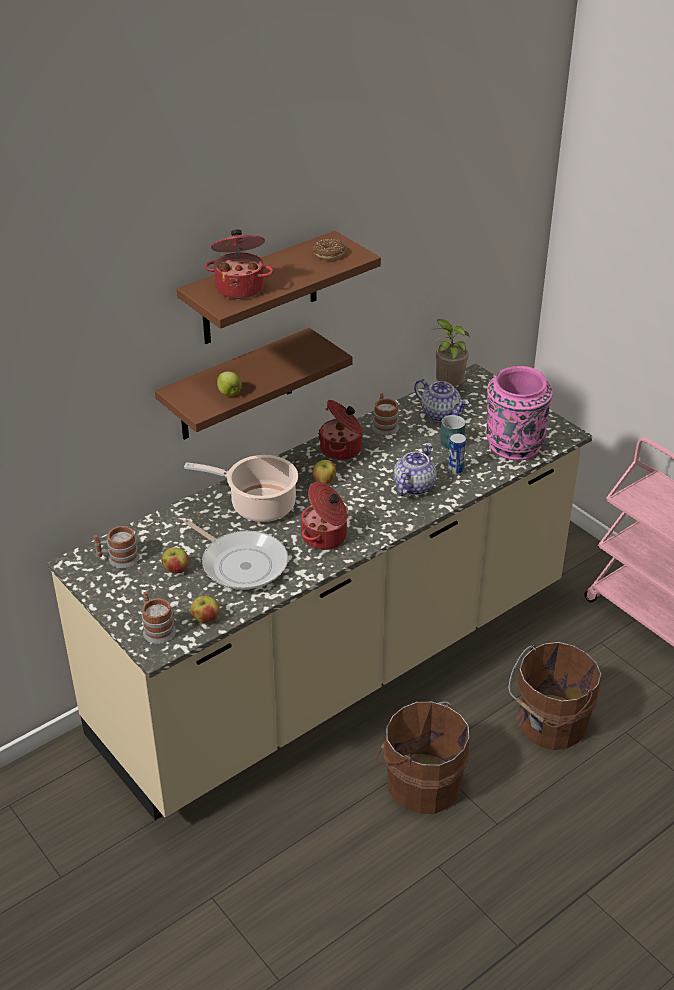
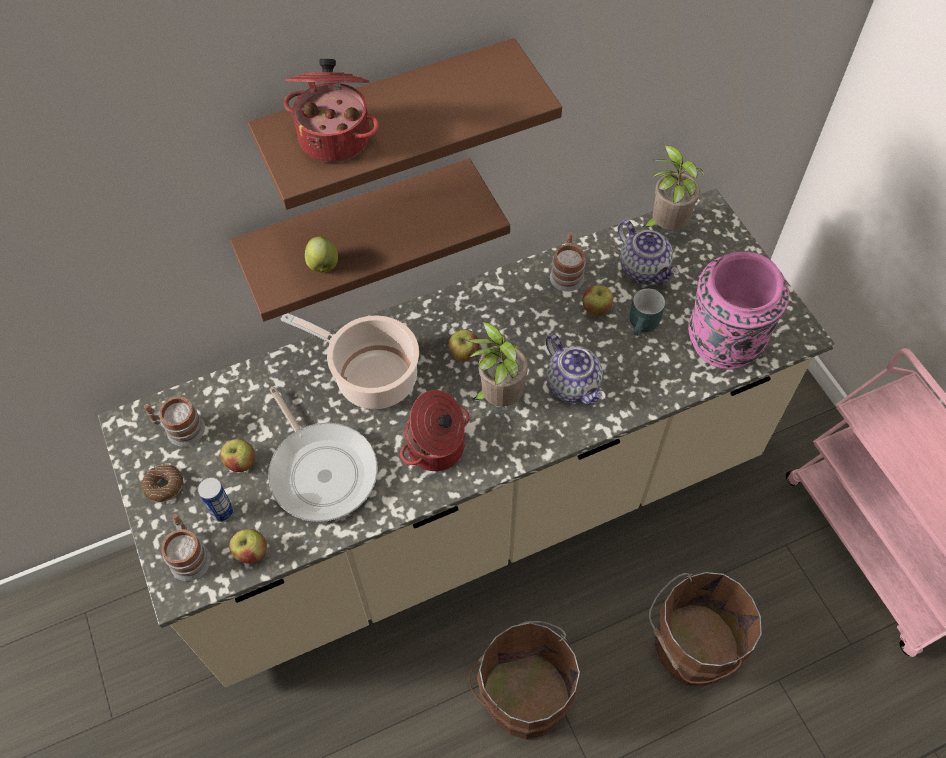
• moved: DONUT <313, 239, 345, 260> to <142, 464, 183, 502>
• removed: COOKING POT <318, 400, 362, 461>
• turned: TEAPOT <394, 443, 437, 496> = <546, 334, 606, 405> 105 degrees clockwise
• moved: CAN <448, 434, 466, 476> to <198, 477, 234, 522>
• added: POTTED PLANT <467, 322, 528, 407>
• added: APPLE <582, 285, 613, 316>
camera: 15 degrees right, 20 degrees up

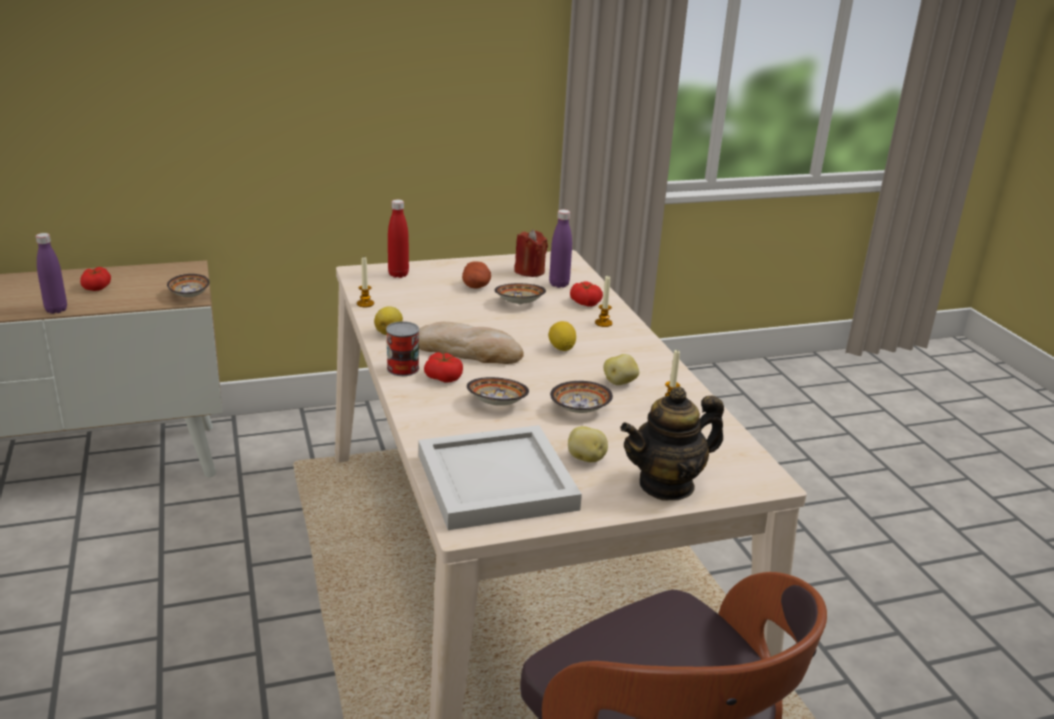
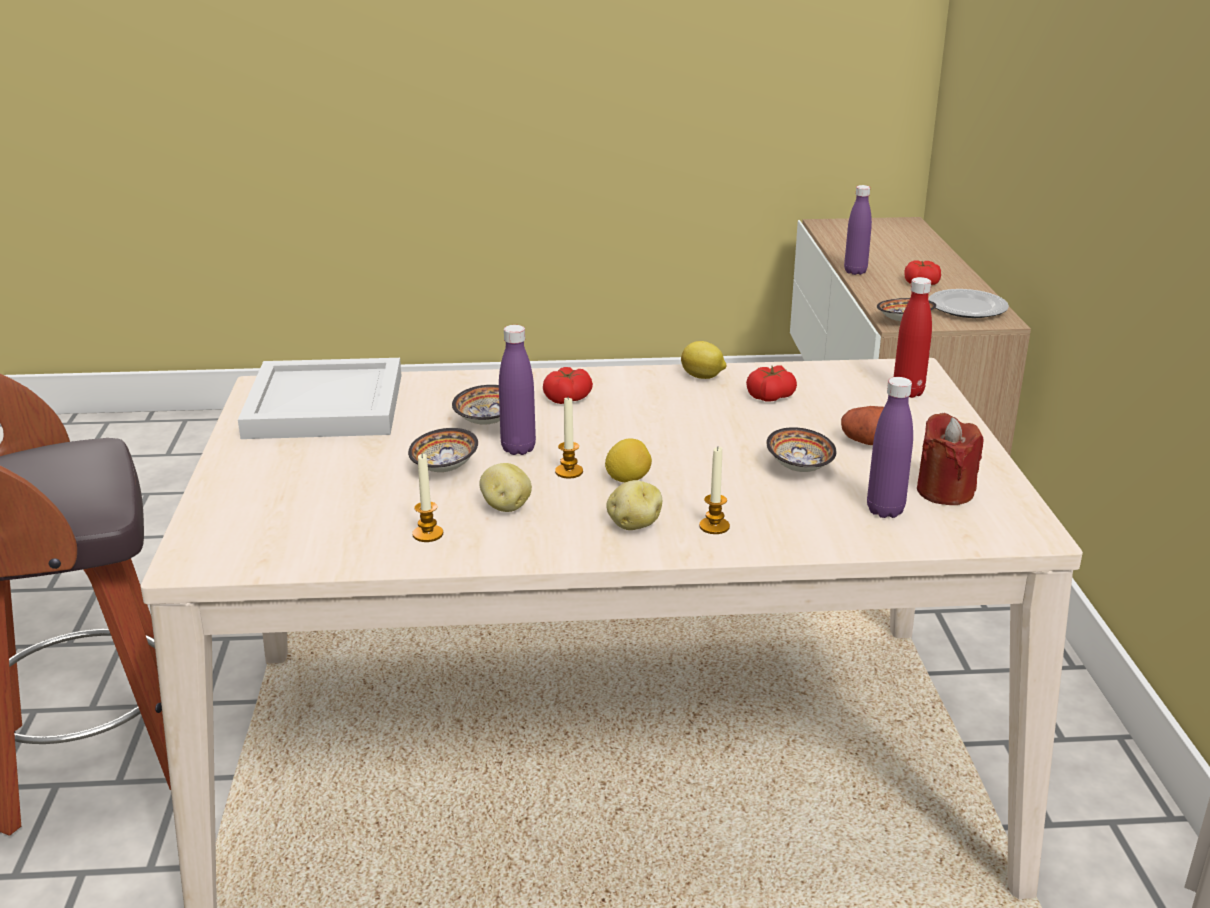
• moved: CANDLE <357, 257, 374, 307> to <555, 398, 583, 479>
• removed: CAN <386, 321, 419, 376>
• removed: BREAD <419, 322, 524, 364>
• moved: POTATO <568, 426, 608, 462> to <606, 480, 662, 530>
• moved: TOMATO <570, 281, 603, 307> to <746, 365, 797, 402>
• removed: TEAPOT <620, 387, 724, 500>
• added: PURPLE BOTTLE <499, 325, 536, 455>
• added: PLATE <929, 289, 1009, 318>
camera: 105 degrees right, 0 degrees up

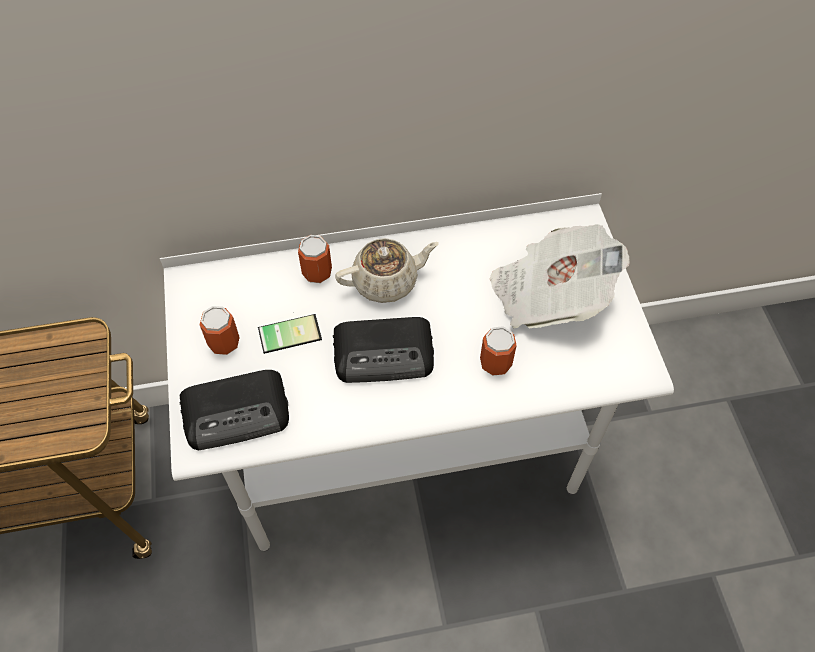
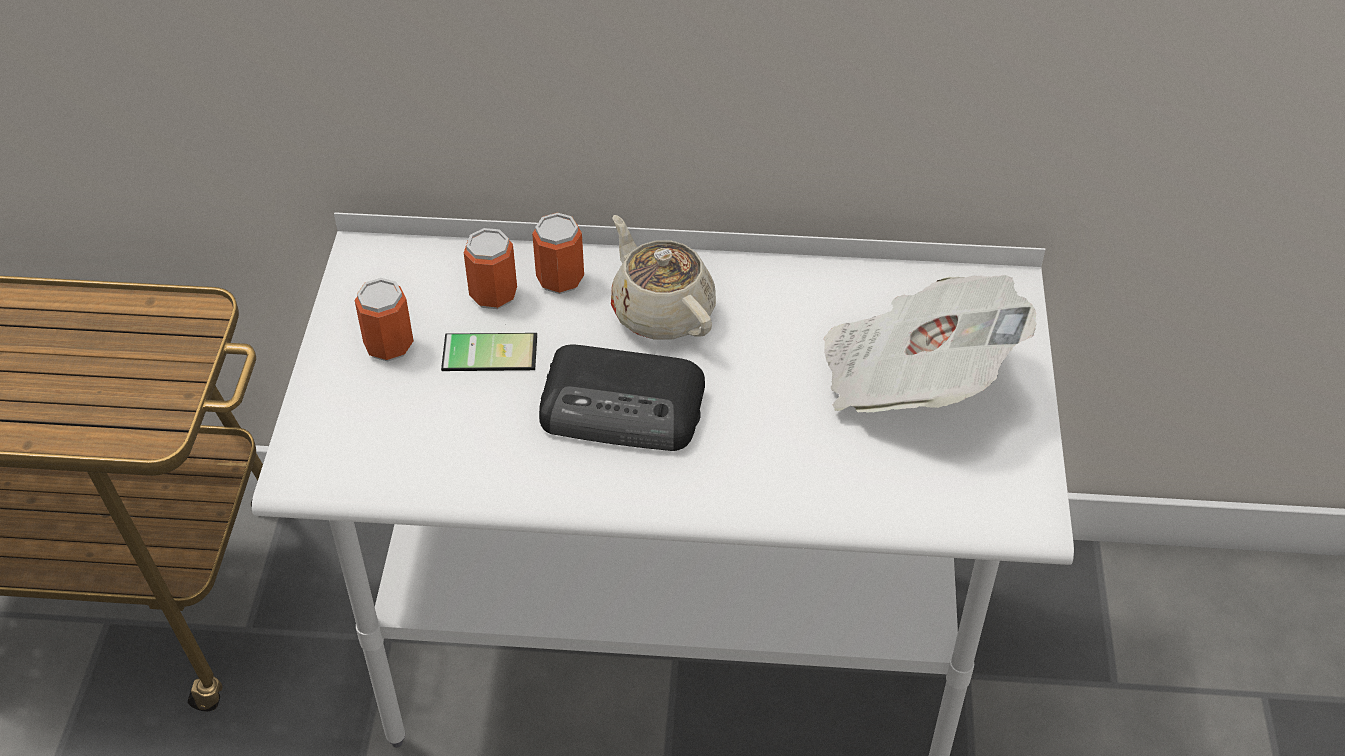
• removed: RADIO <179, 370, 289, 450>
• turned: BEIGE TEAPOT <335, 238, 439, 303> = <611, 215, 716, 340> 120 degrees counterclockwise
• moved: CAN <480, 326, 517, 376> to <464, 228, 517, 309>
camera: 15 degrees right, 10 degrees down

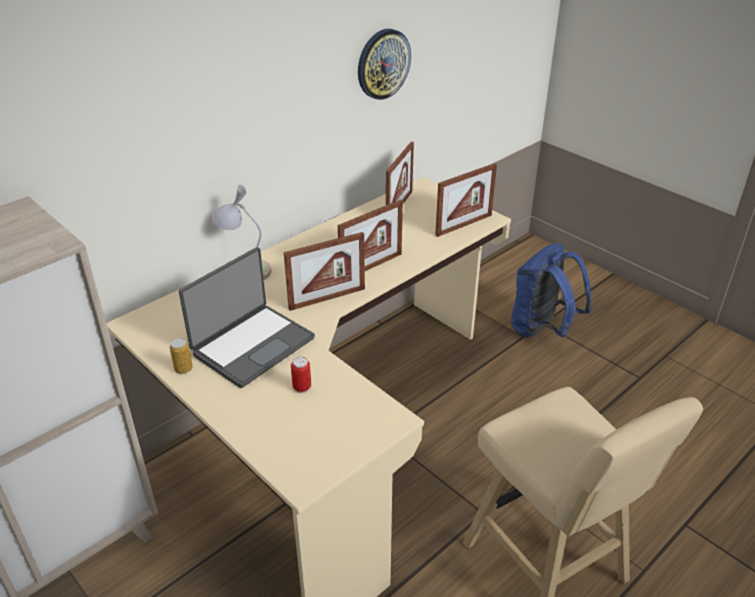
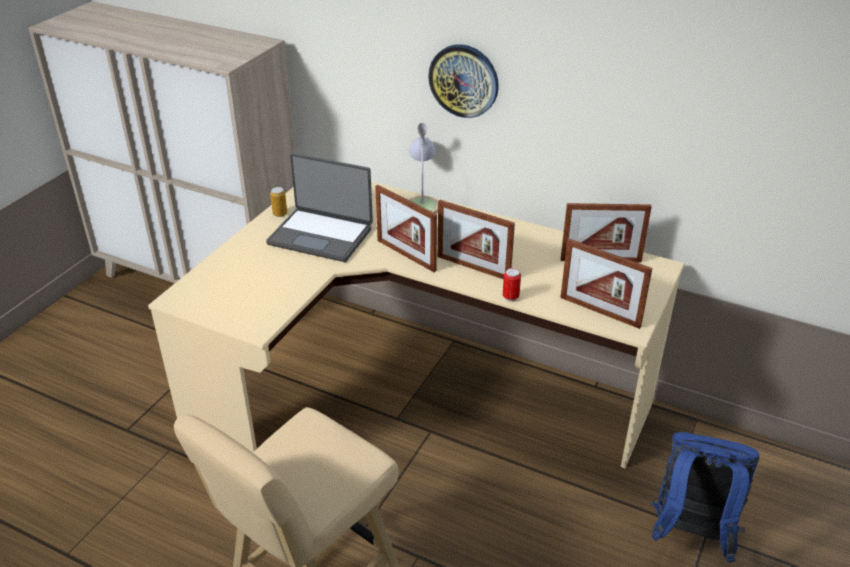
• moved: CAN <291, 357, 311, 393> to <503, 268, 521, 302>
• moved: WALL CLOCK <358, 29, 411, 100> to <428, 44, 499, 118>
camera: 70 degrees right, 0 degrees up

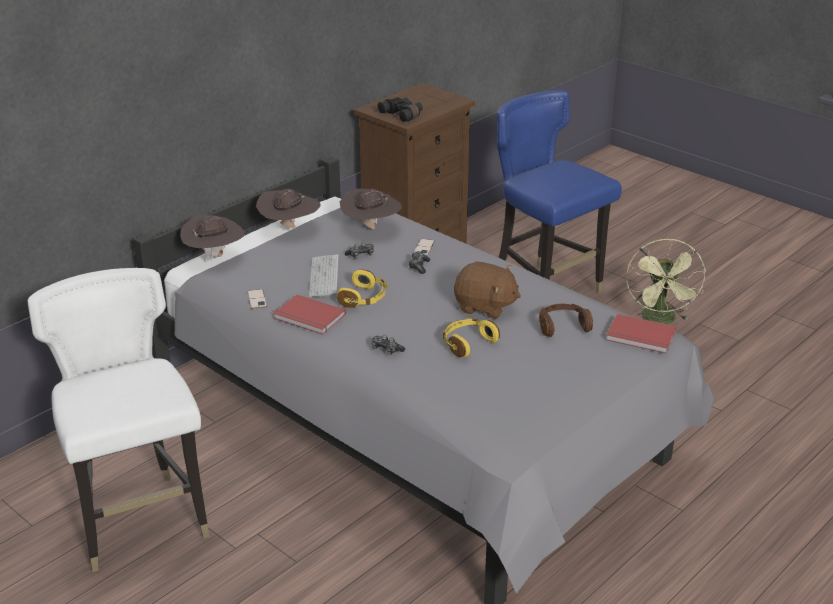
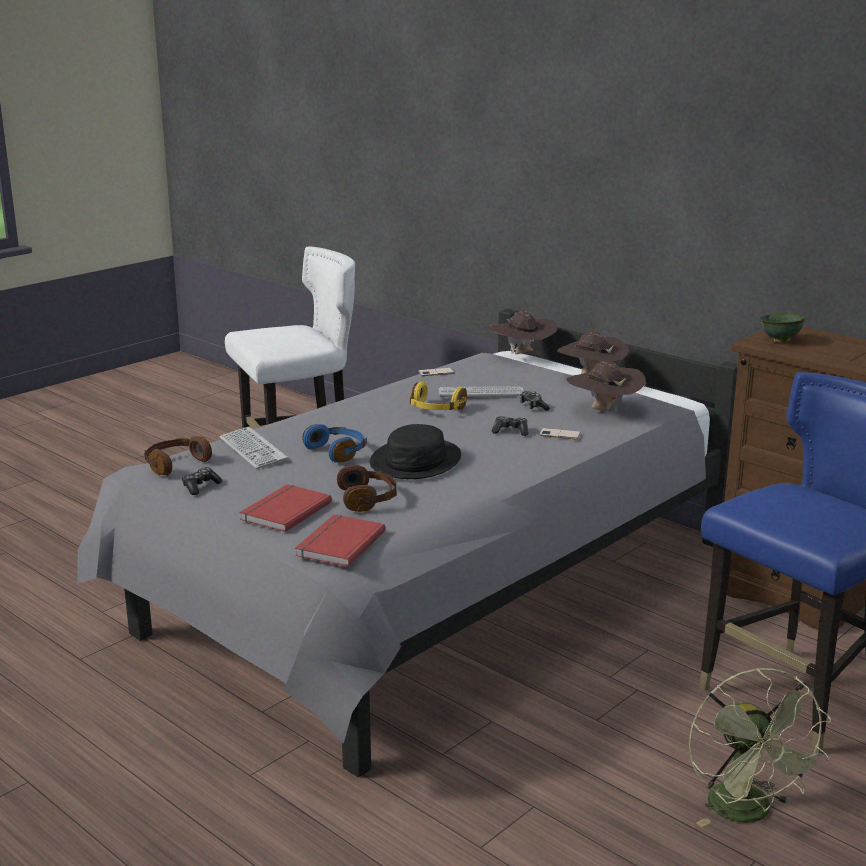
• moved: RED BOOK <273, 295, 346, 335> to <240, 484, 332, 532>
• moved: GAME CONTROLLER <372, 335, 405, 355> to <182, 467, 223, 495>
• replaced: BLACK BINOCULARS <377, 97, 423, 122> to GREEN BOWL <759, 314, 805, 342>
• recoloured: YELLOW HEADPHONES <443, 318, 500, 357> to BLUE HEADPHONES <302, 424, 367, 463>
• replaced: BROWN PLUSH TOY <454, 261, 521, 319> to BLACK HAT <370, 424, 461, 479>
• turned: GREEN FAN <626, 238, 706, 324> = <689, 668, 831, 827> 105 degrees counterclockwise
• added: BROWN HEADPHONES <144, 436, 212, 475>
• added: KEYBOARD <219, 427, 288, 469>
camera: 90 degrees right, 10 degrees down

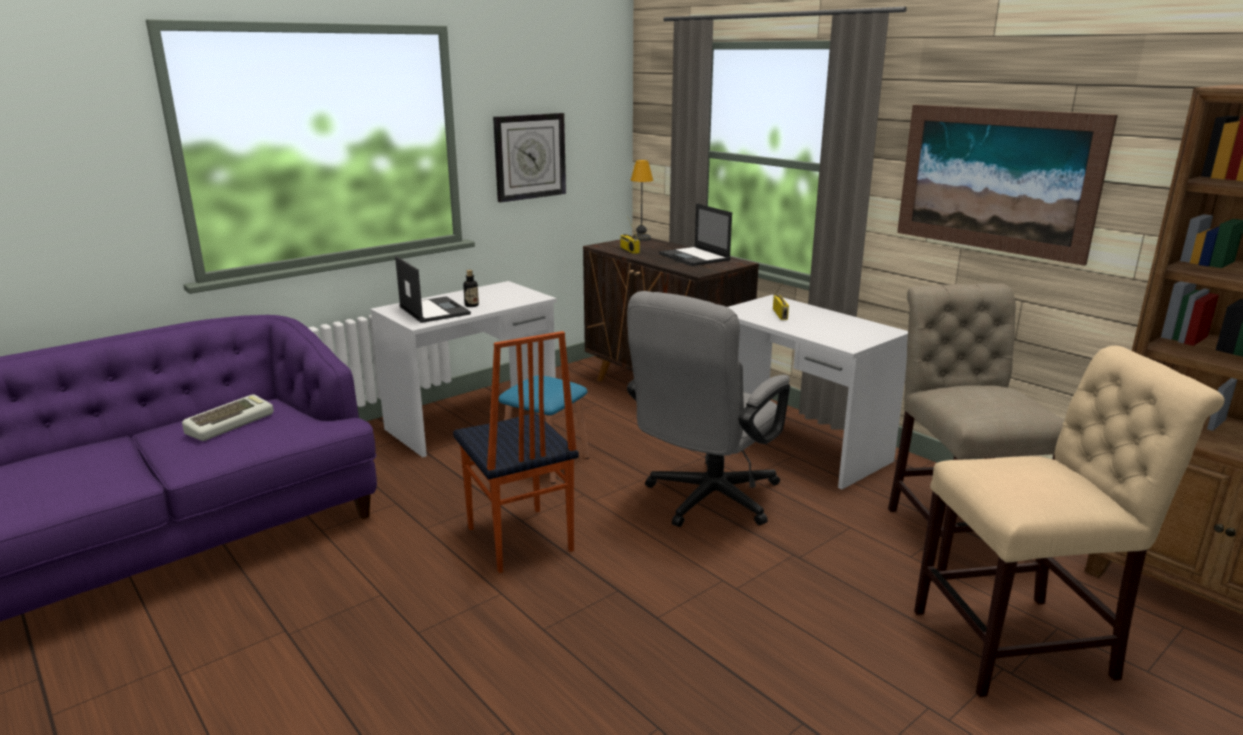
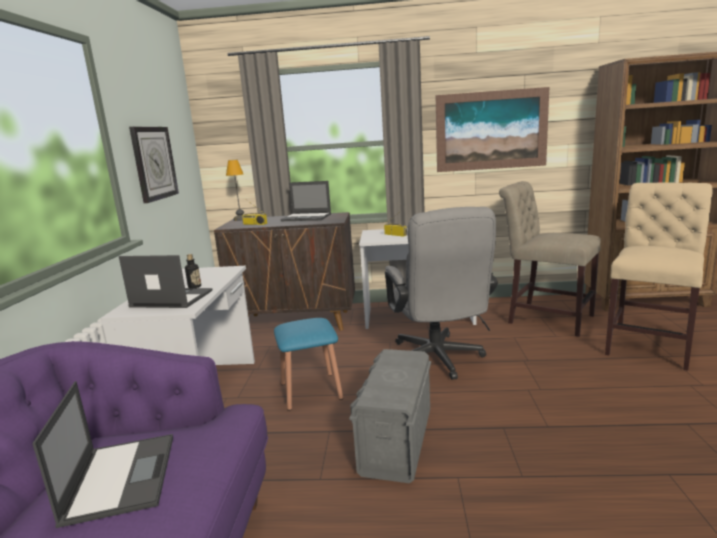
• replaced: KEYBOARD <182, 394, 274, 441> to LAPTOP <32, 381, 173, 528>
• replaced: CHAIR <453, 331, 579, 573> to GREY STORAGE BOX <349, 349, 431, 483>
camera: 45 degrees left, 5 degrees down

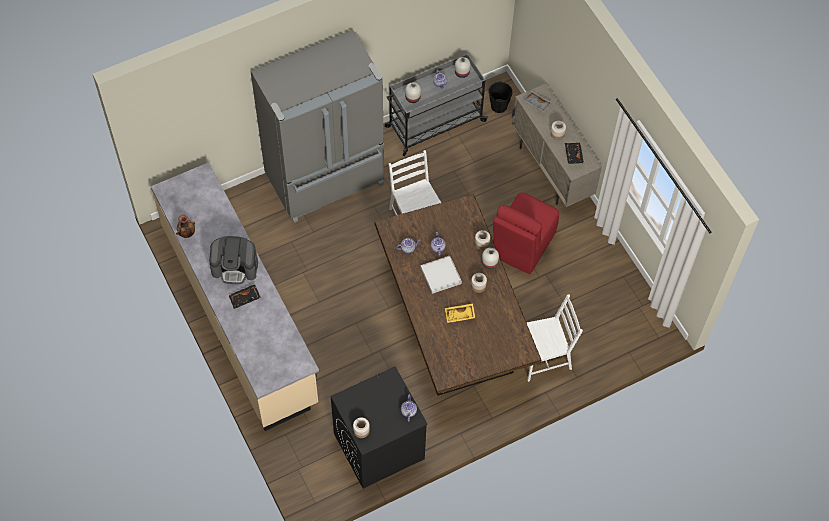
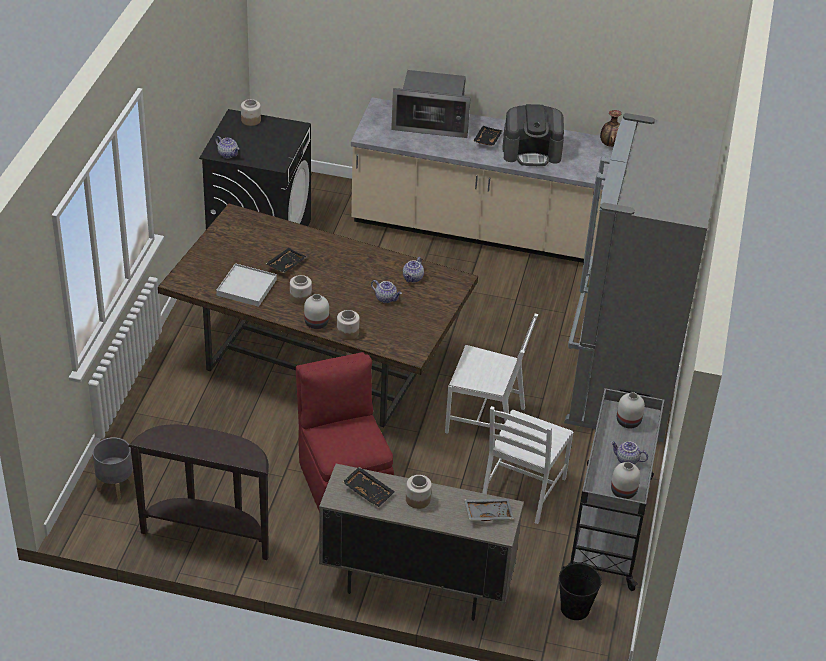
• turned: COFFEE MACHINE <209, 236, 258, 284> = <502, 104, 564, 166> 135 degrees counterclockwise
• moved: WHITE TRAY <420, 256, 462, 294> to <216, 263, 277, 307>
• recoloured: YELLOW TRAY <445, 303, 475, 323> to BLACK TRAY <265, 248, 307, 273>
• moved: WHITE CHAIR <527, 294, 583, 382> to <482, 406, 573, 524>
• added: GREY PLANTER <93, 437, 134, 499>
• added: BROWN CONSOLE TABLE <128, 424, 269, 560>
• added: MICROWAVE <391, 70, 471, 138>
camera: 130 degrees right, 20 degrees down

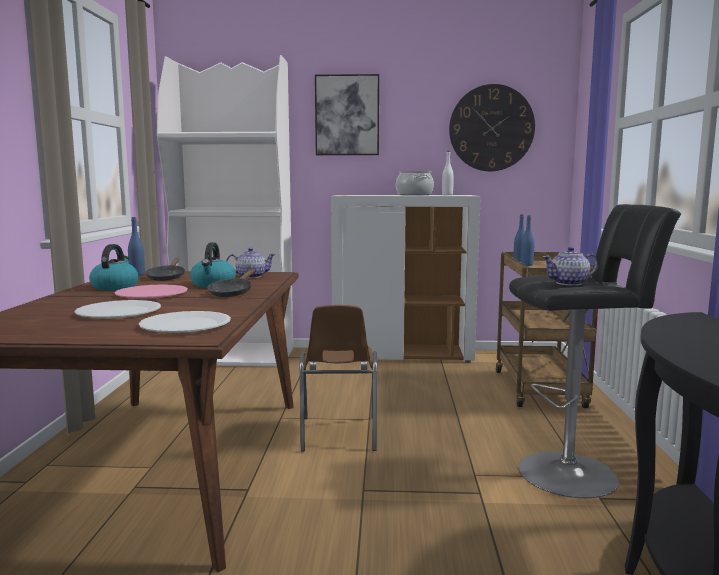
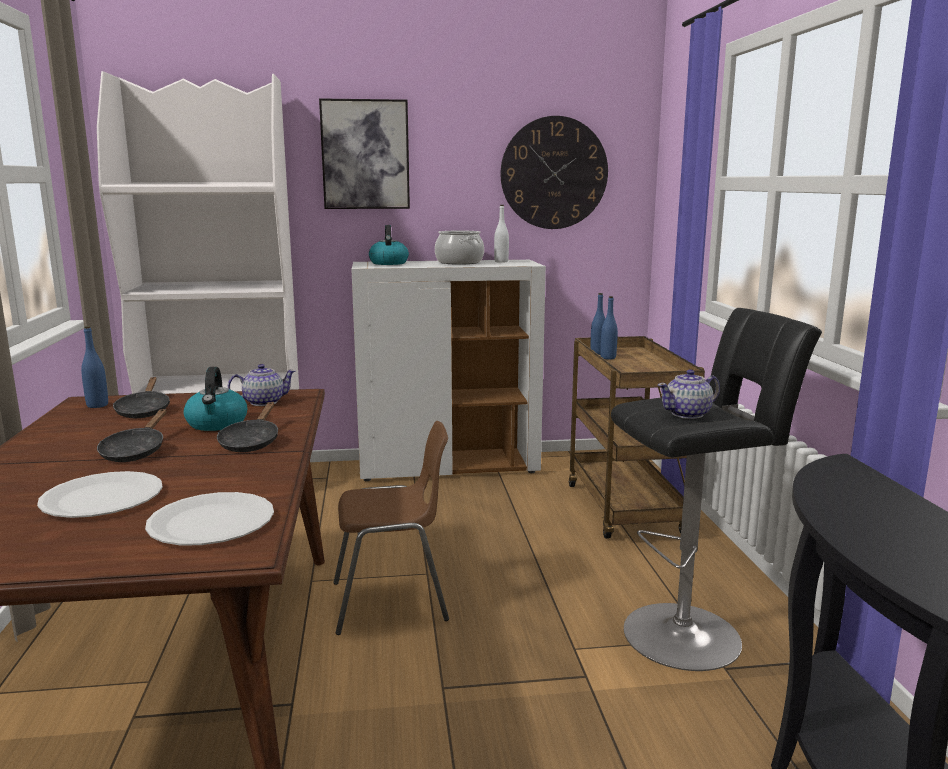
• moved: KETTLE <89, 244, 138, 290> to <369, 225, 409, 265>
• replaced: PINK PLATE <114, 284, 188, 299> to BLACK FRYING PAN <97, 409, 166, 462>
• turned: BROWN CHAIR <300, 305, 377, 452> = <333, 421, 449, 635> 90 degrees counterclockwise
camera: 10 degrees left, 5 degrees up

